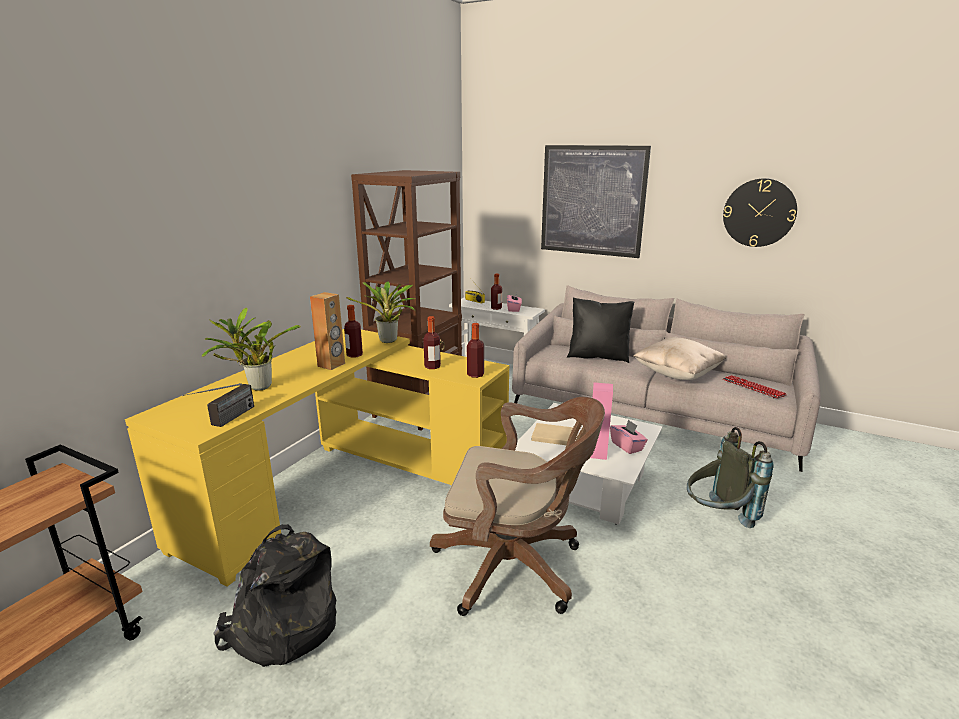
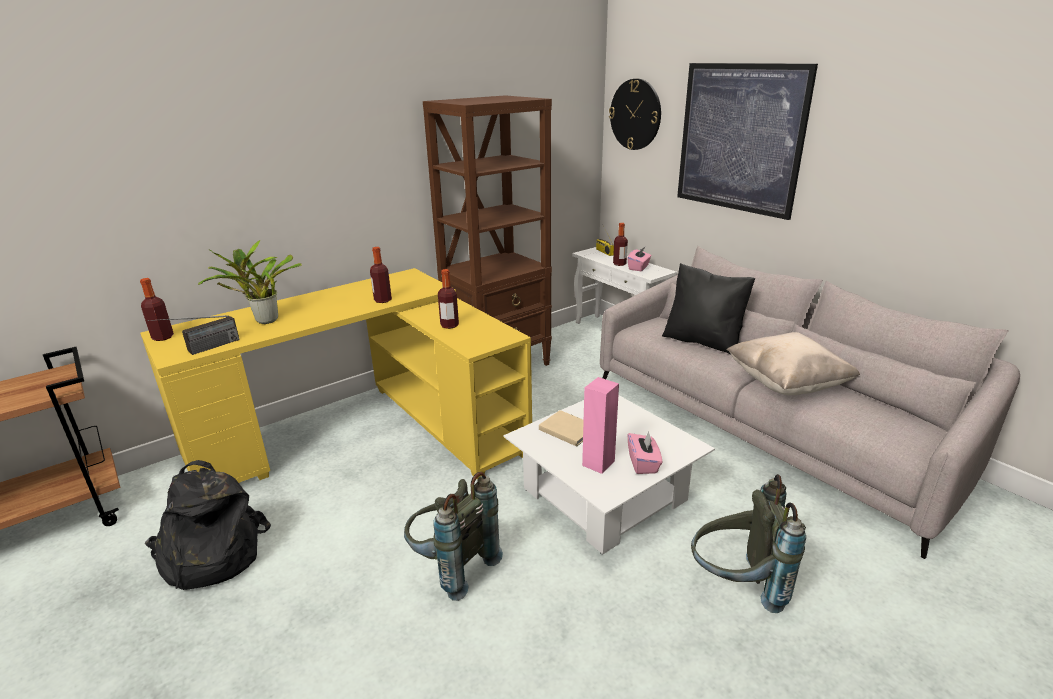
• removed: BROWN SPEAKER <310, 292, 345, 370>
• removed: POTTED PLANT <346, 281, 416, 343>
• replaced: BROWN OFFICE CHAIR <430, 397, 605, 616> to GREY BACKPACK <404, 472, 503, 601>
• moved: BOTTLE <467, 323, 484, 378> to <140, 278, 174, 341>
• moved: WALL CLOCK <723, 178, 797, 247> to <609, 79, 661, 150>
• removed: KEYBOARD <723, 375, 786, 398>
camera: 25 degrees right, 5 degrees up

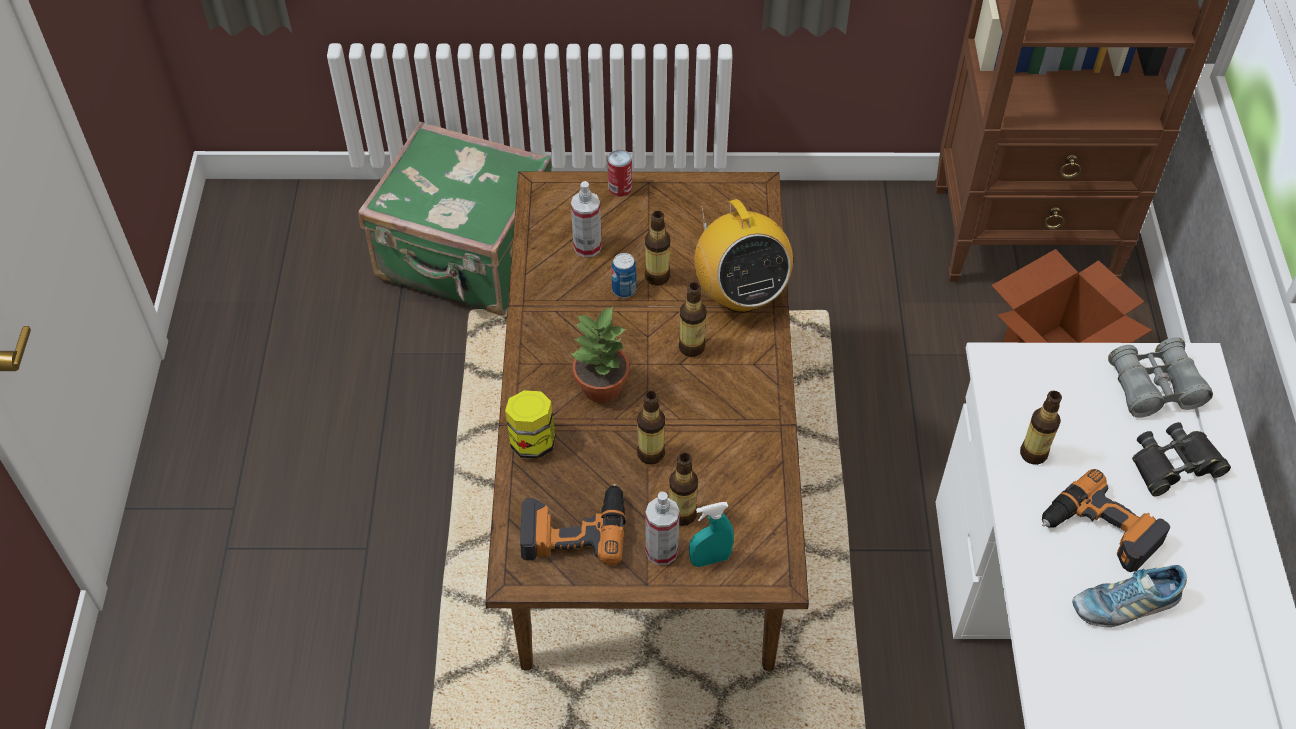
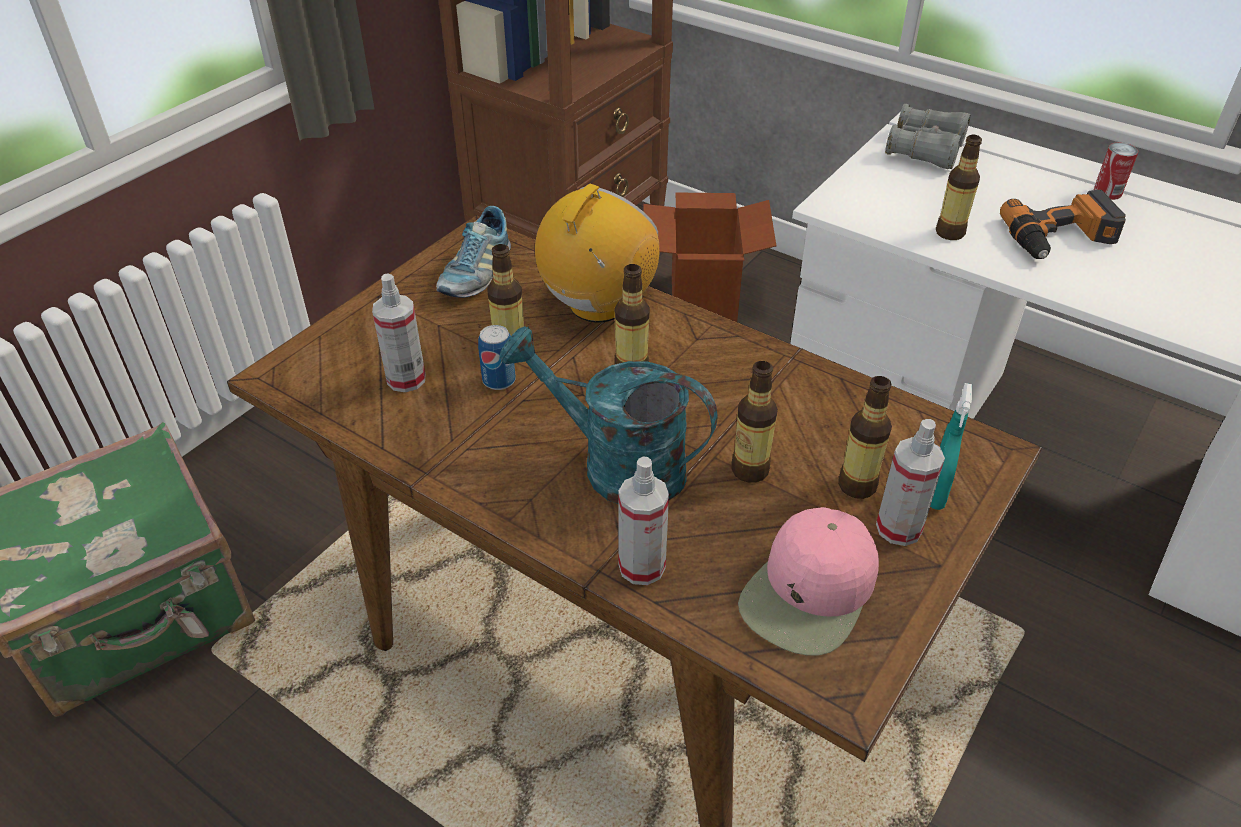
• replaced: JAR <505, 390, 556, 459> to SPRAY BOTTLE <618, 457, 669, 585>
• replaced: POWER DRILL <520, 484, 626, 565> to PINK CAP <738, 507, 879, 655>
• replaced: POTTED PLANT <569, 307, 629, 403> to TURQUOISE WATERING CAN <499, 326, 717, 504>
• moved: CAN <608, 150, 632, 197> to <1094, 143, 1138, 200>
• turned: RADIO <694, 199, 793, 313> = <535, 184, 660, 322> 75 degrees counterclockwise
• moved: SHOE <1072, 565, 1187, 627> to <436, 206, 511, 298>
• removed: BLACK BINOCULARS <1132, 422, 1231, 496>
camera: 55 degrees left, 10 degrees down

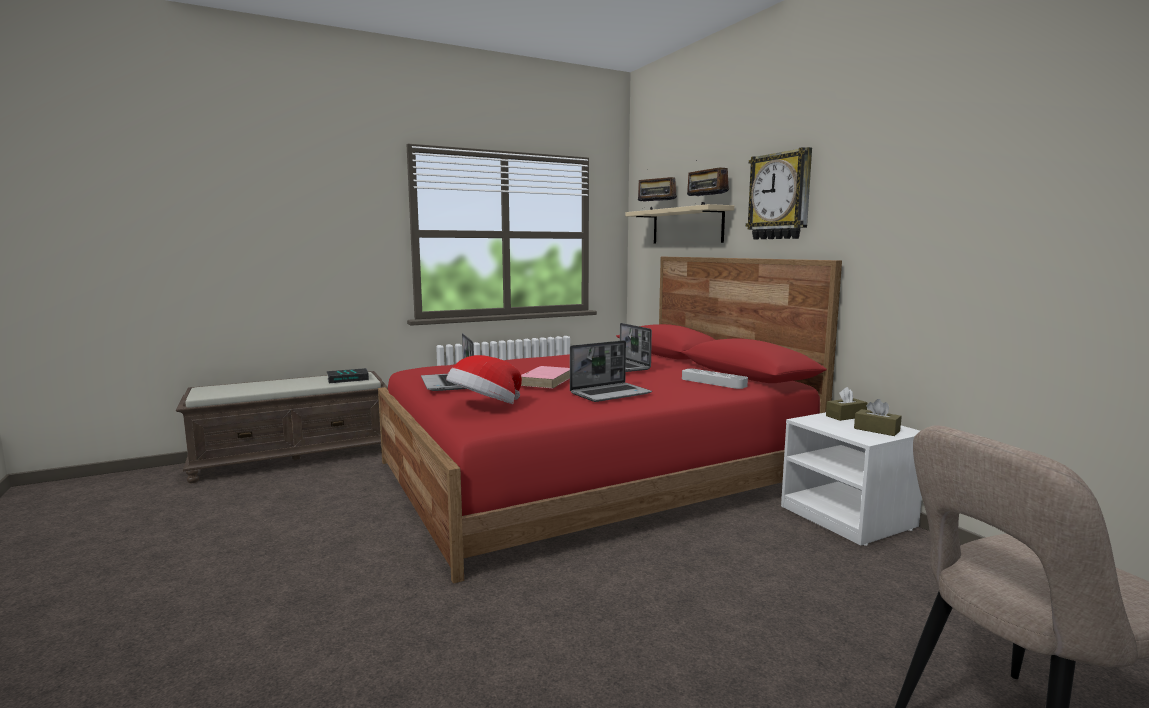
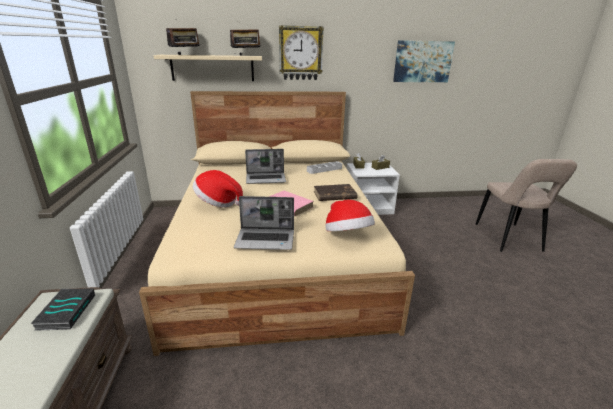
• recoloured: RED BED <378, 257, 842, 584> to BEIGE BED <139, 91, 415, 356>
• replaced: LAPTOP <570, 340, 652, 402> to BROWN BOOK <314, 184, 357, 201>
• added: HAT <193, 170, 243, 208>
• added: PICTURE <393, 40, 455, 82>
camera: 70 degrees left, 15 degrees up

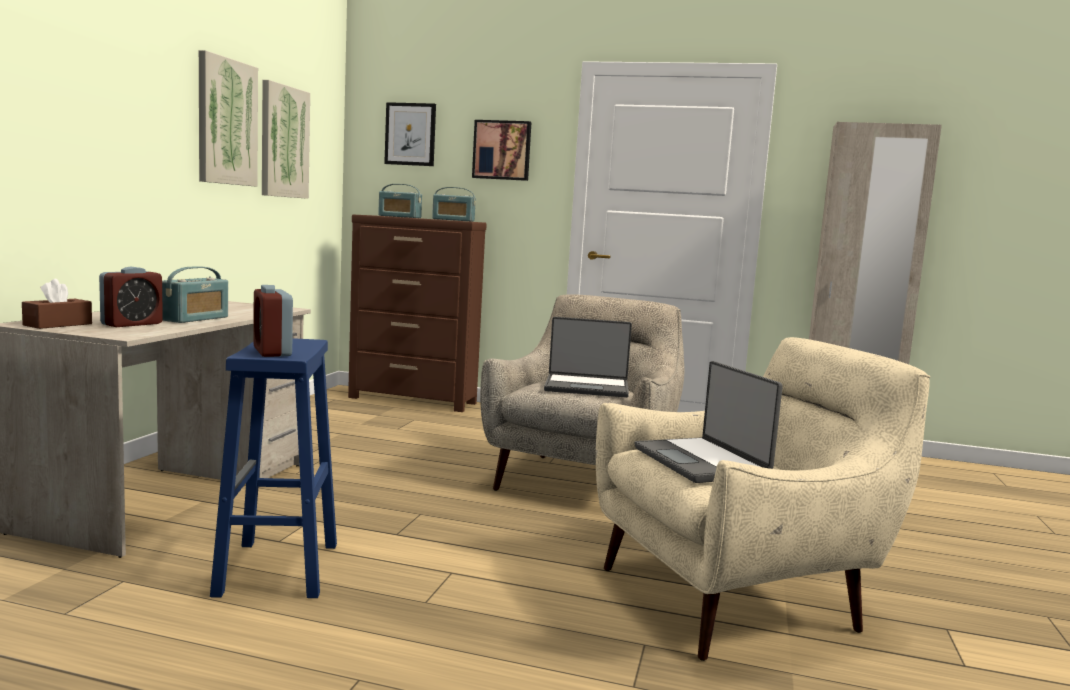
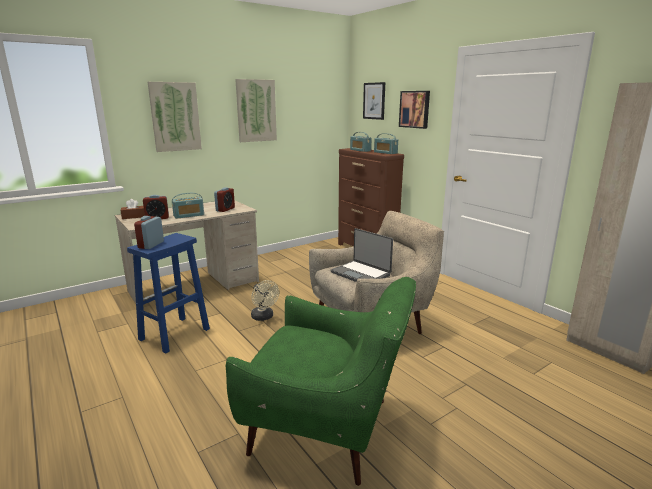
• moved: PICTURE <262, 80, 310, 199> to <148, 82, 202, 152>
• recoloured: BEIGE ARMCHAIR <596, 337, 930, 661> to GREEN ARMCHAIR <226, 277, 416, 486>
• removed: LAPTOP <634, 361, 783, 483>
• added: ALARM CLOCK <214, 187, 235, 212>
• added: BEIGE FAN <251, 280, 279, 321>
camera: 40 degrees right, 10 degrees up

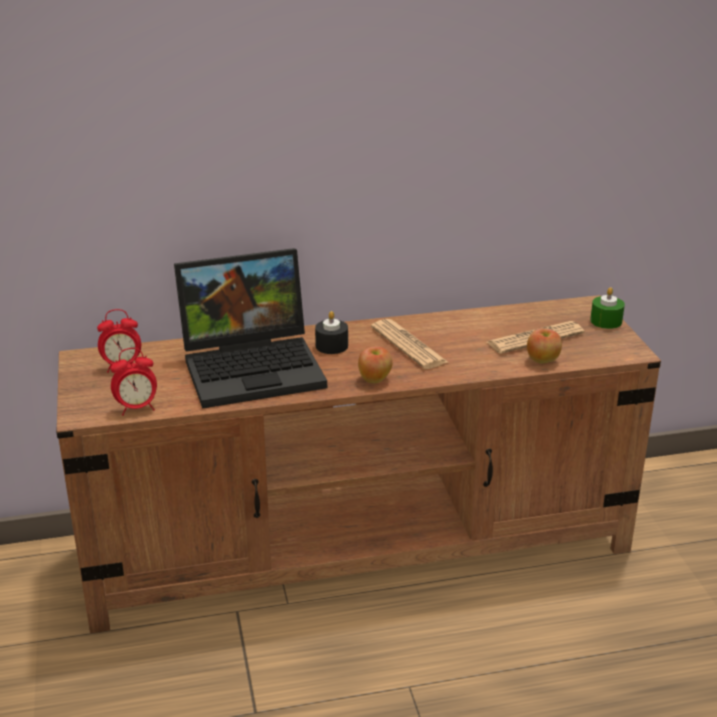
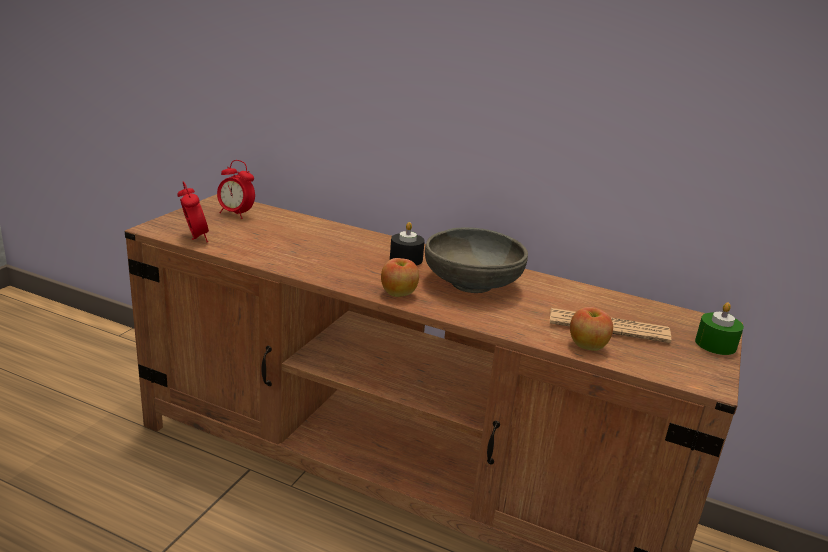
• turned: ALARM CLOCK <110, 348, 157, 416> = <177, 181, 209, 242> 135 degrees counterclockwise
• removed: LAPTOP <174, 248, 327, 409>
• replaced: NEWSPAPER <371, 319, 448, 369> to GREY BOWL <425, 227, 528, 293>
camera: 35 degrees right, 5 degrees down

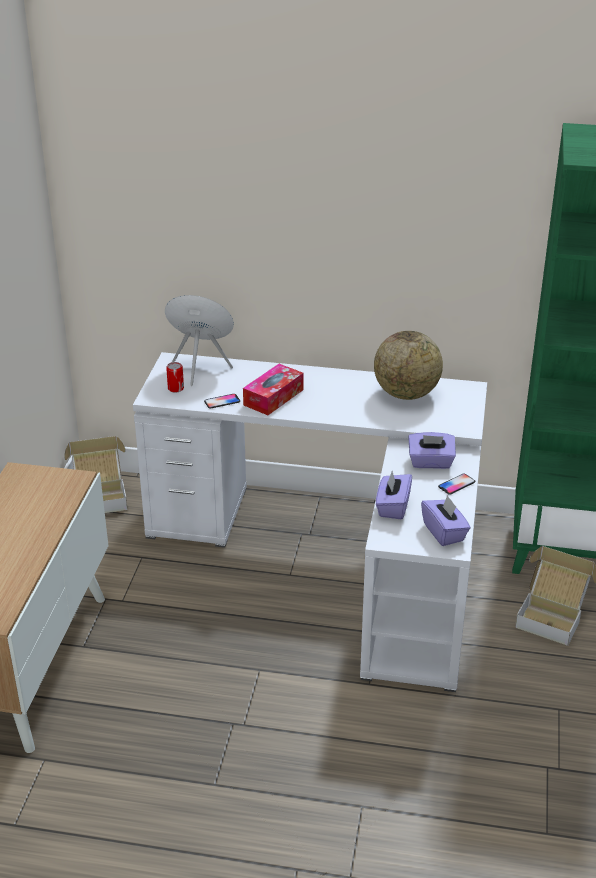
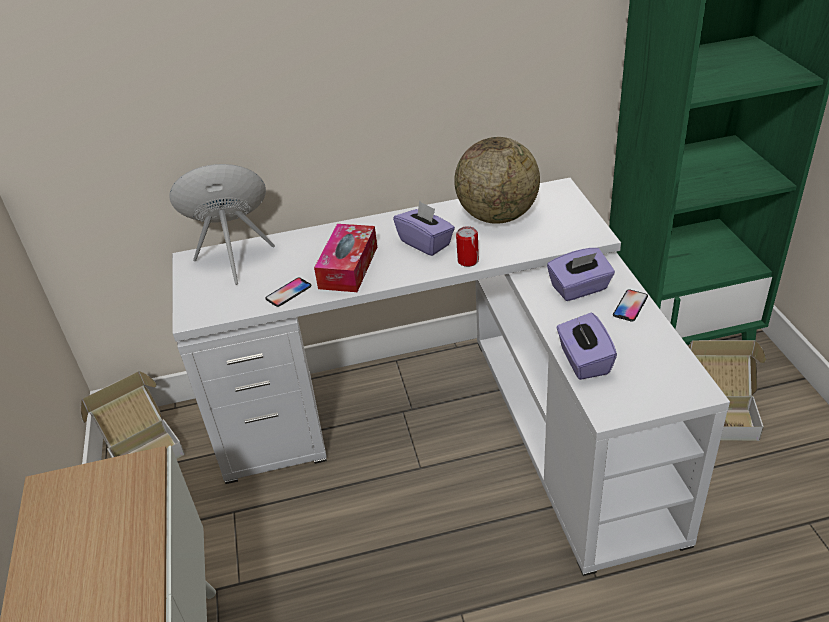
• moved: CAN <166, 362, 184, 393> to <456, 226, 479, 267>
• moved: PURPLE TISSUE BOX <421, 495, 470, 546> to <393, 200, 455, 256>
camera: 20 degrees left, 5 degrees up

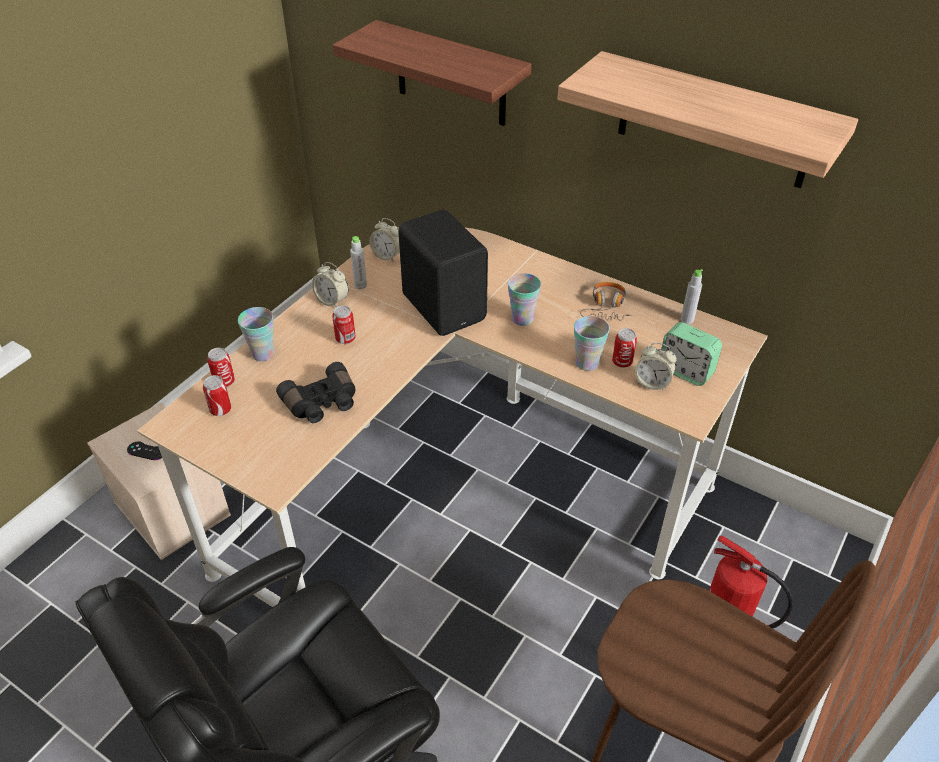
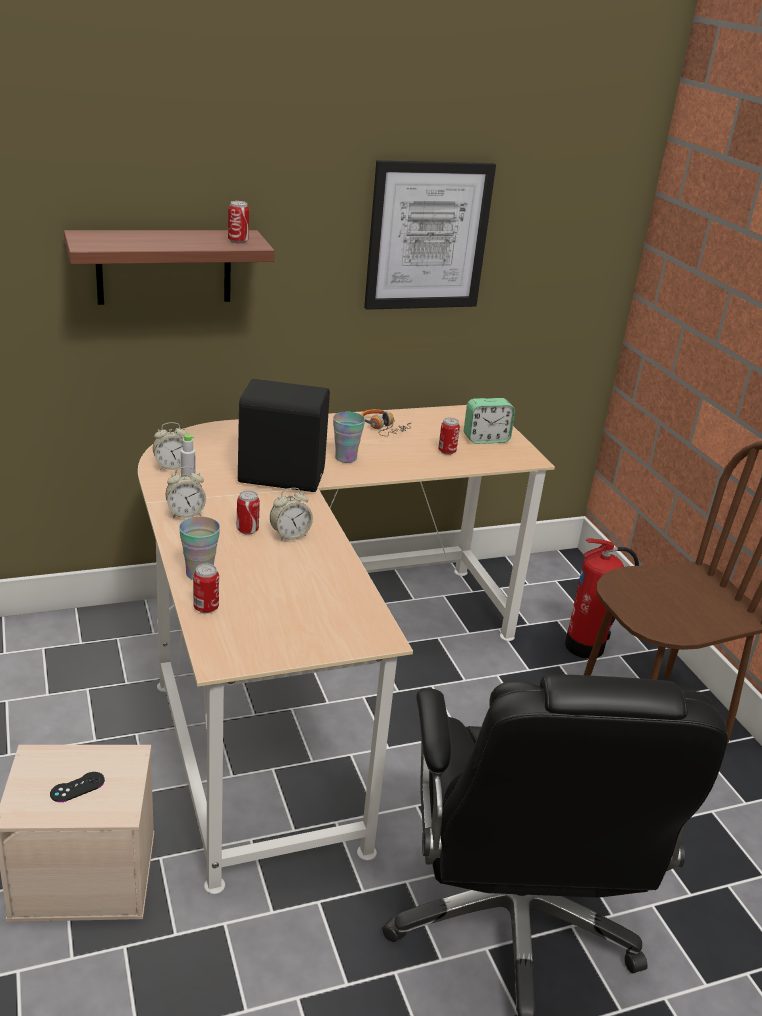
• moved: CAN <203, 375, 231, 416> to <228, 201, 249, 244>
• removed: BLACK BINOCULARS <276, 362, 355, 423>
• replaced: SHELF <557, 51, 858, 188> to PICTURE <364, 160, 496, 310>
• removed: CUP <574, 316, 609, 371>
• moved: ALARM CLOCK <635, 343, 677, 391> to <270, 488, 313, 541>
• removed: GREY BOTTLE <681, 269, 703, 324>
camera: 55 degrees left, 15 degrees down

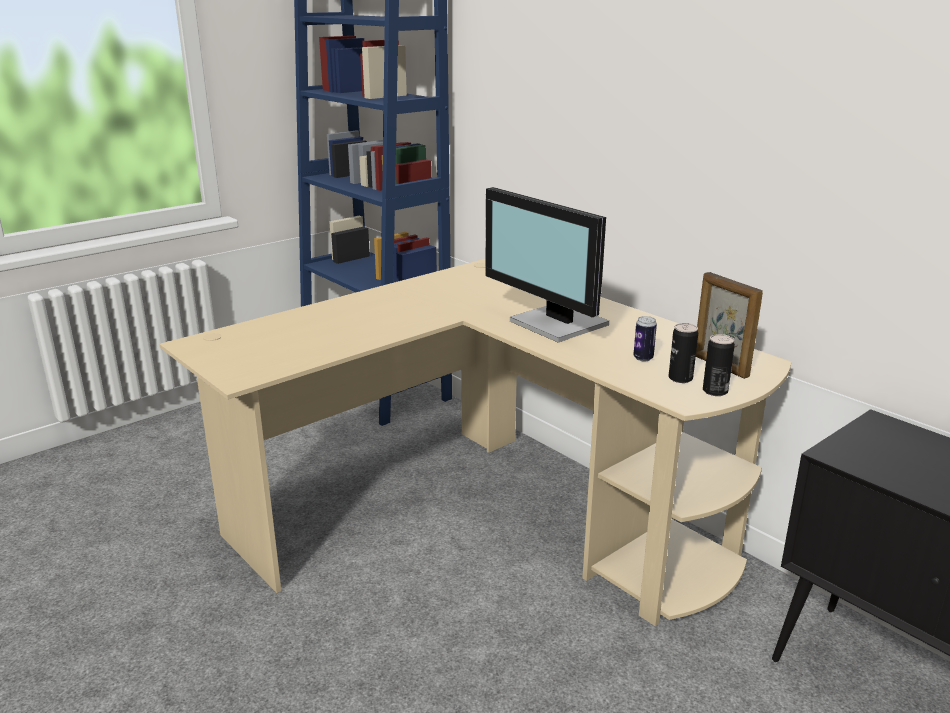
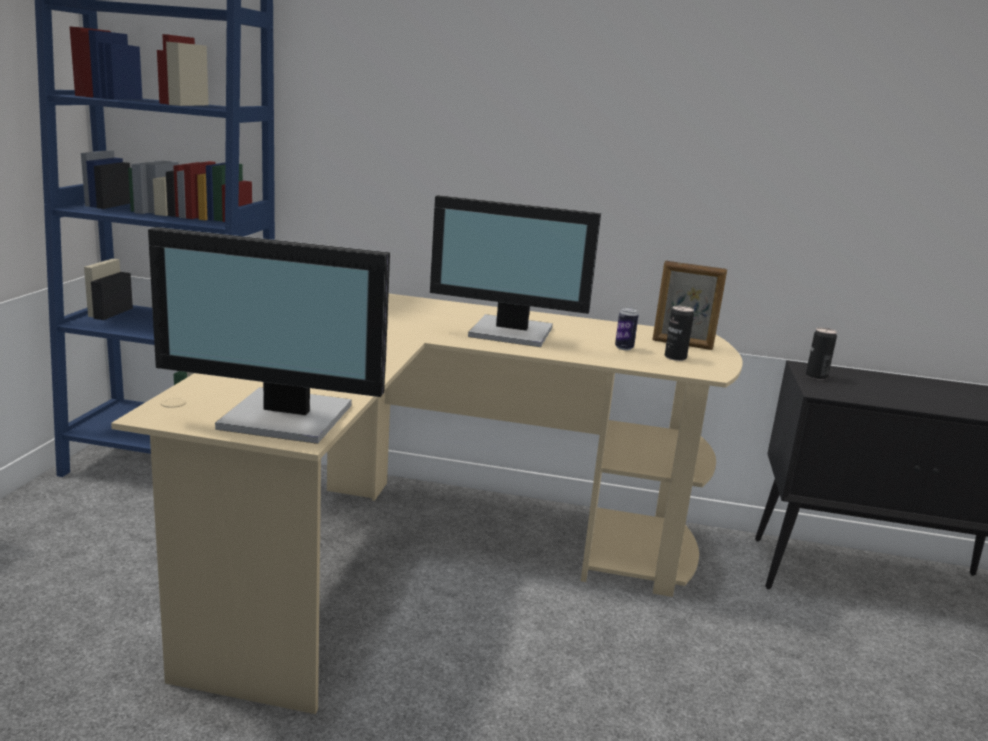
• moved: CAN <703, 334, 735, 396> to <806, 328, 837, 380>
• added: MONITOR <148, 227, 390, 444>
camera: 40 degrees left, 5 degrees down

